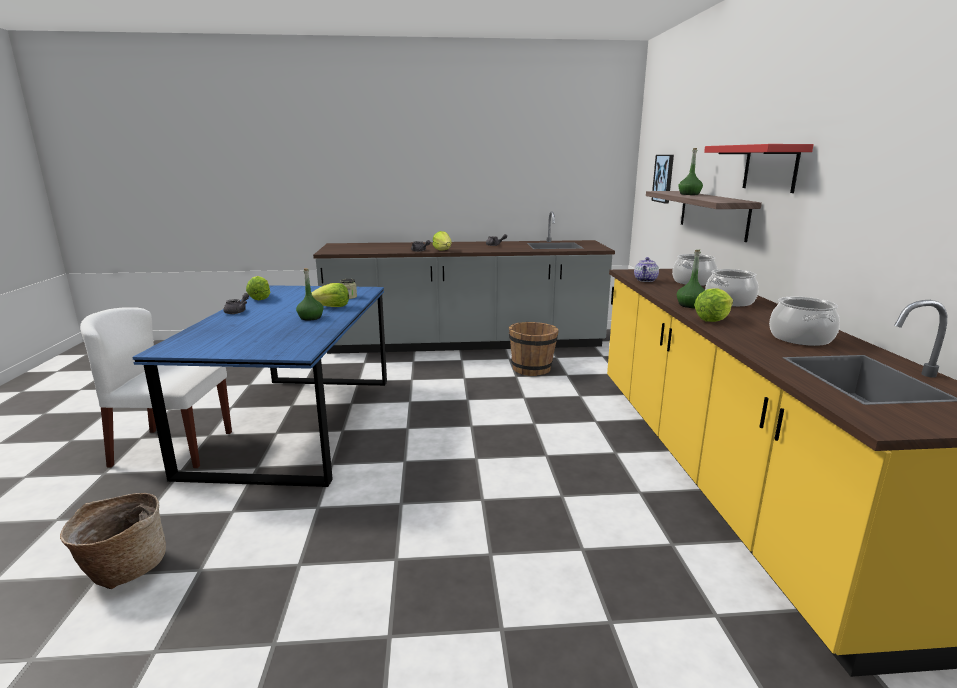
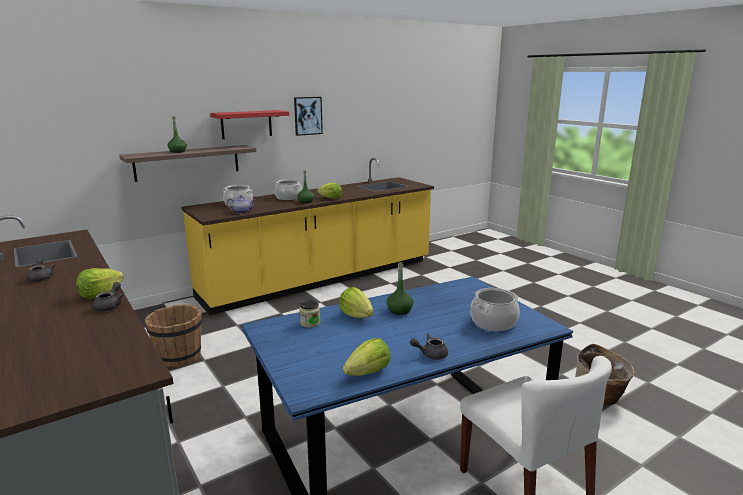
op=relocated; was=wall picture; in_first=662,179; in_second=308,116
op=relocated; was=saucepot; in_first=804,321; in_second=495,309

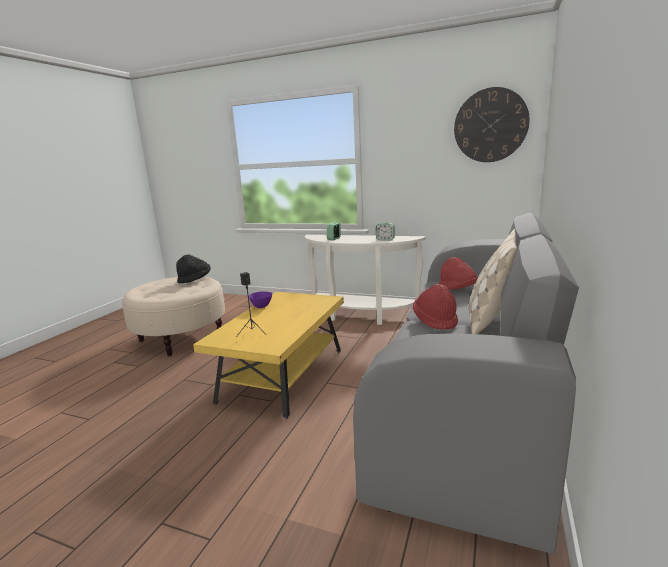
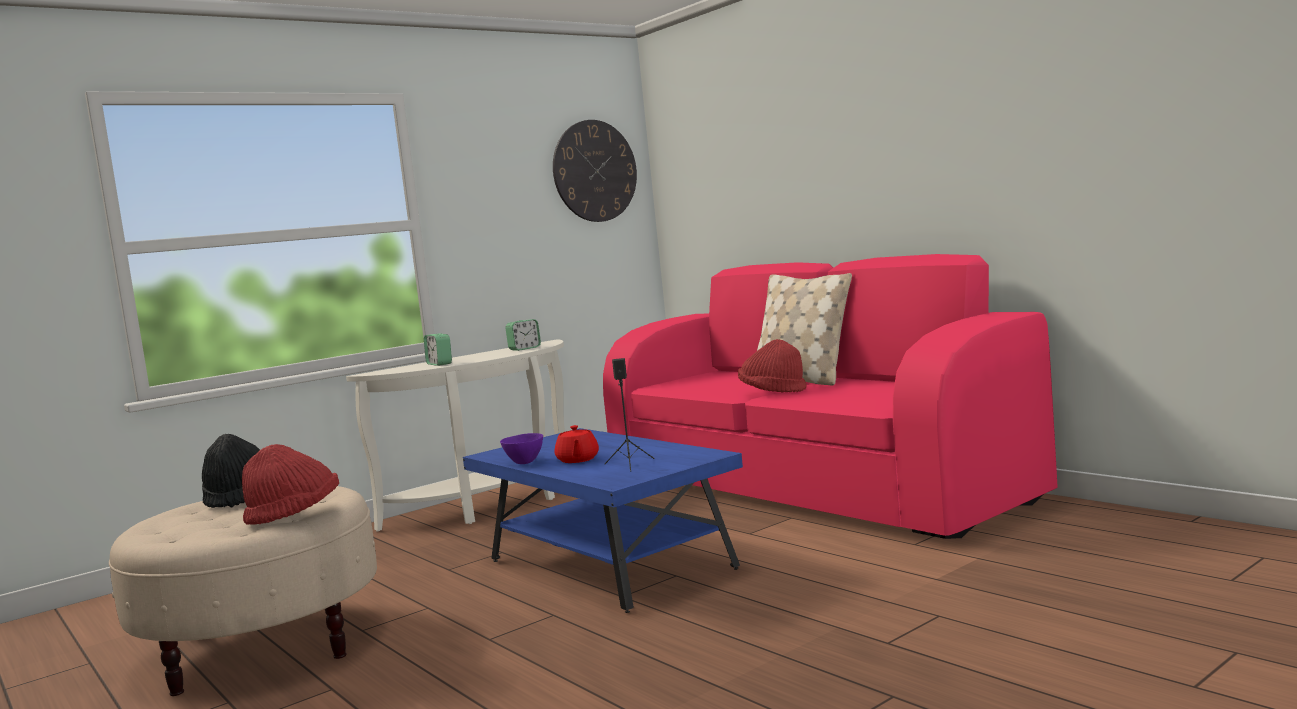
op=appeared; now=red tea pot; in_second=576,444
op=relocated; was=red wearable hat; in_first=458,273; in_second=290,484
op=colour; was=yellow low table; now=blue low table; in_first=268,355; in_second=603,520
op=colour; was=grey settee; now=pink settee; in_first=466,383; in_second=830,396

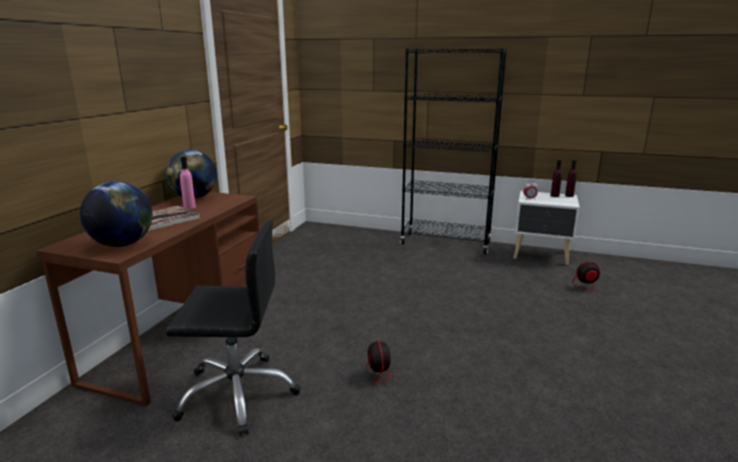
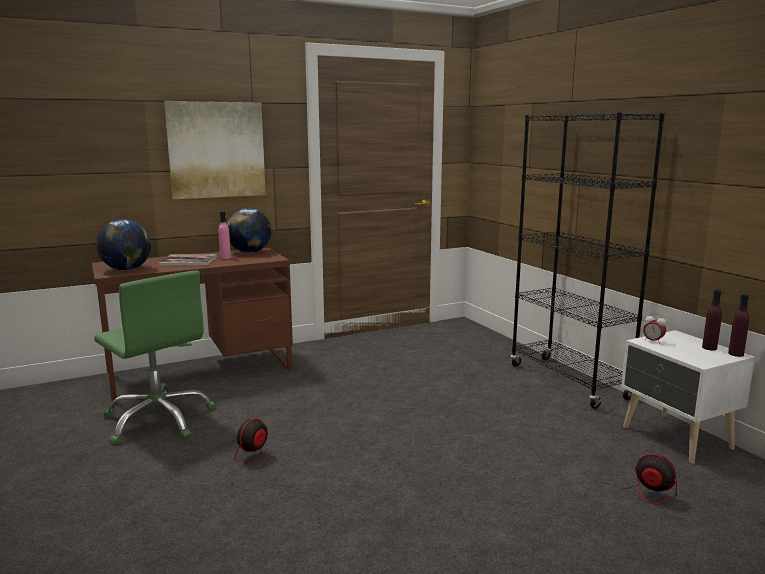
op=appeared; now=wall picture; in_second=215,150
op=colour; was=black computer chair; now=greenish computer chair; in_first=233,328; in_second=155,358

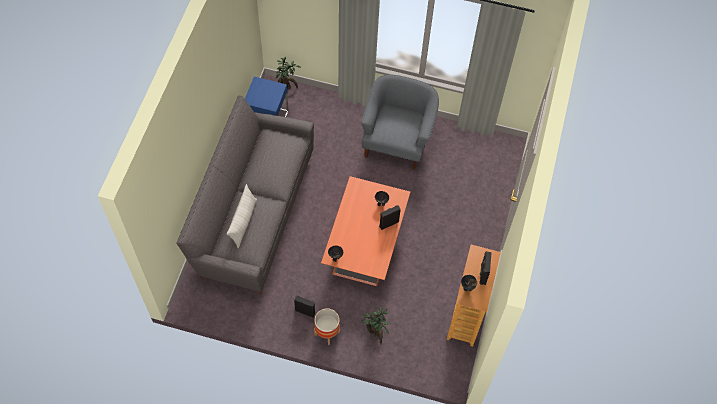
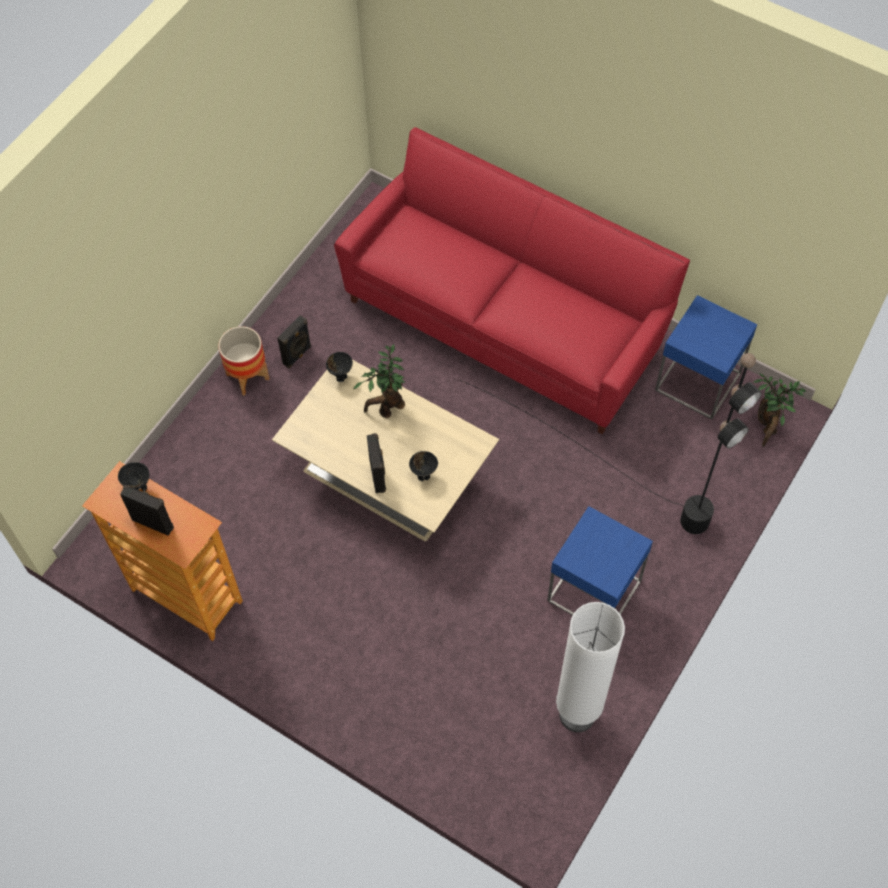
op=missing; was=beige cushion; in_first=242,216
op=appeared; now=black floor lamp; in_second=611,443
op=appeared; now=white-coloured floor lamp; in_second=590,667
op=relocated; was=houseplant; in_first=375,325; in_second=379,381
op=exchanged; was=grey armchair; now=blue accent table; in_first=400,122; in_second=600,560
op=colour; was=grey settee; now=red settee; in_first=245,194; in_second=512,280
op=colour; was=orange low table; now=beige low table; in_first=365,231; in_second=385,450

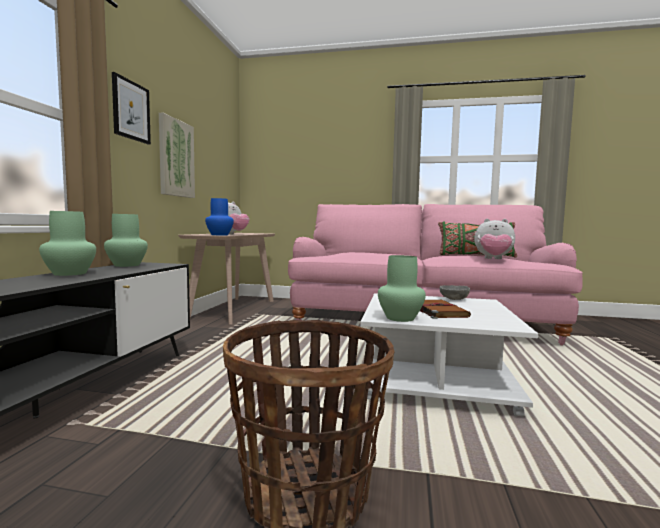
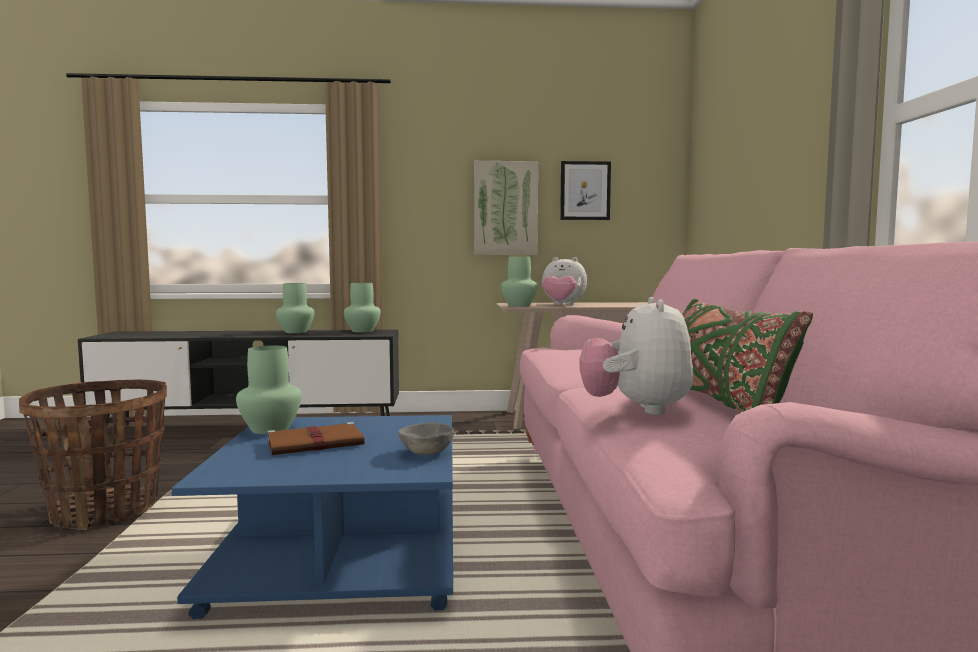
op=relocated; was=wall picture; in_first=131,108; in_second=585,190
op=colour; was=blue decorative vase; now=greenish decorative vase; in_first=219,216; in_second=519,282
op=colour; was=white-coloured low table; now=blue low table; in_first=449,355; in_second=312,517

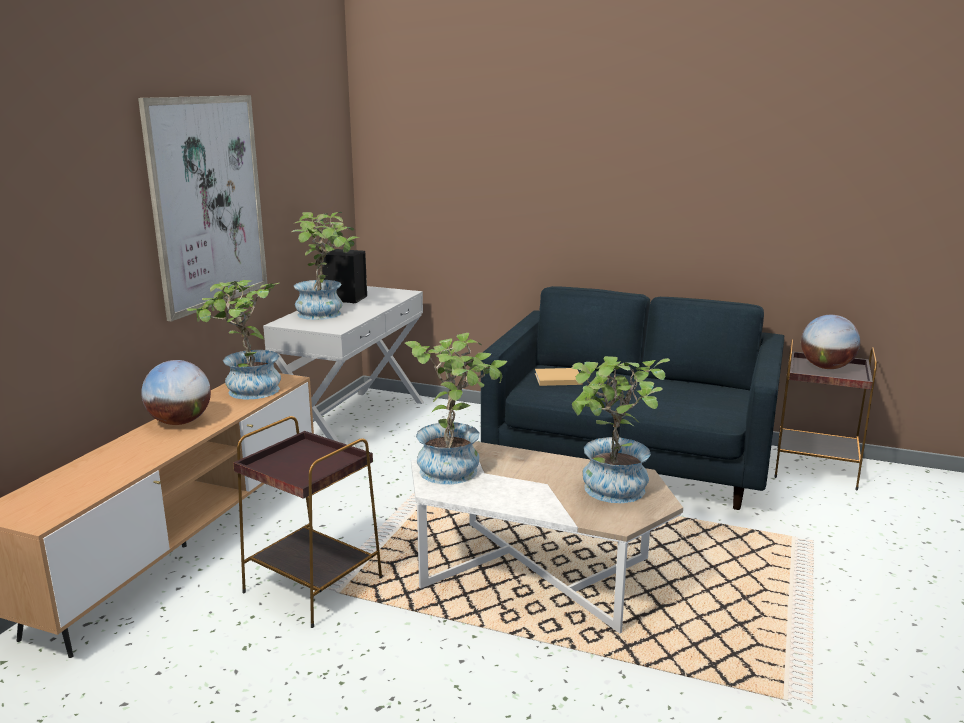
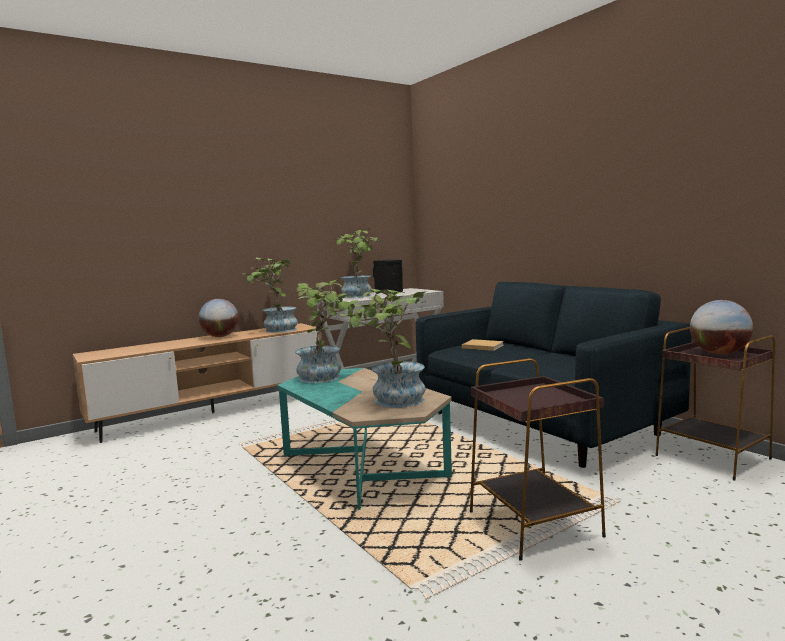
op=missing; was=wall picture; in_first=202,208
op=relocated; was=brown accent table; in_first=307,522; in_second=538,459
op=colour; was=white-coloured low table; now=turquoise low table; in_first=547,537; in_second=364,439

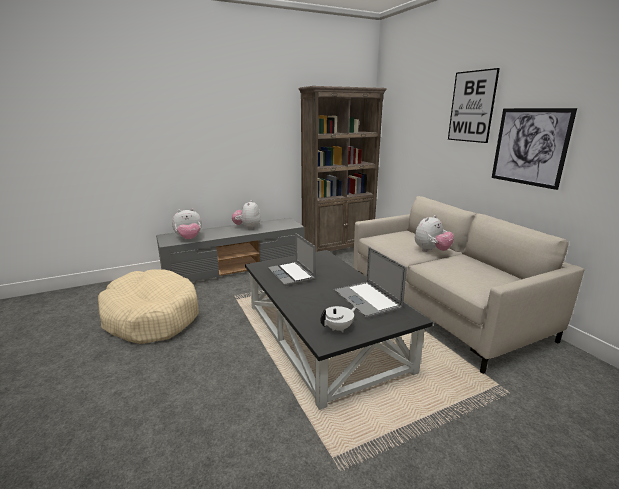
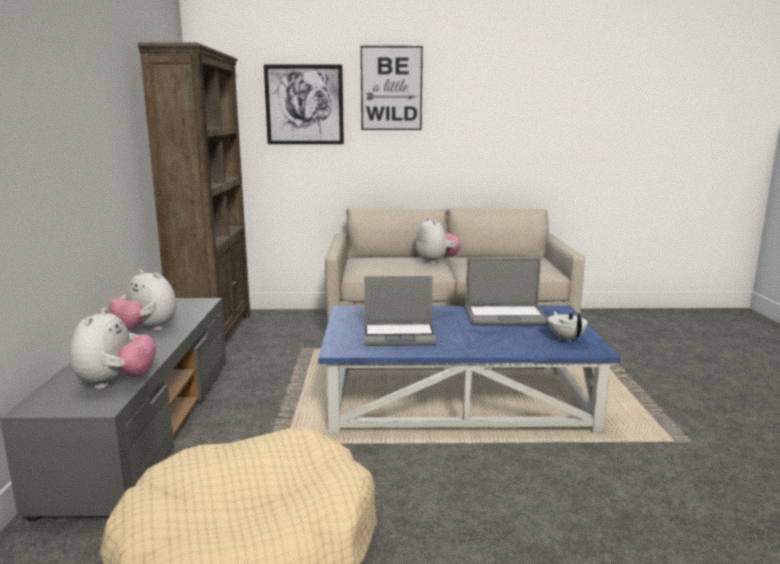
op=relocated; was=wall picture; in_first=534,149; in_second=304,104
op=colour; was=black low table; now=blue low table; in_first=339,330; in_second=469,369

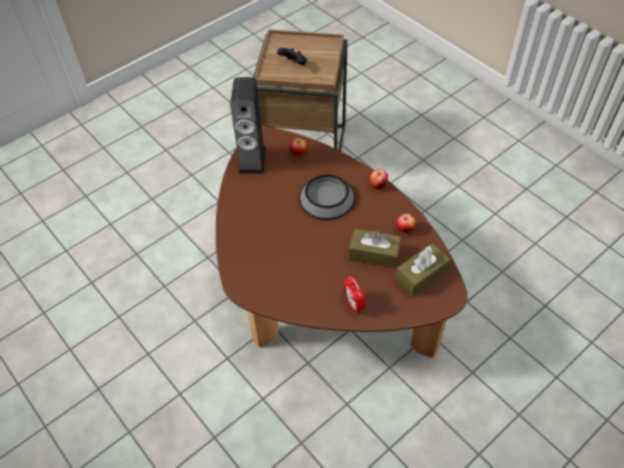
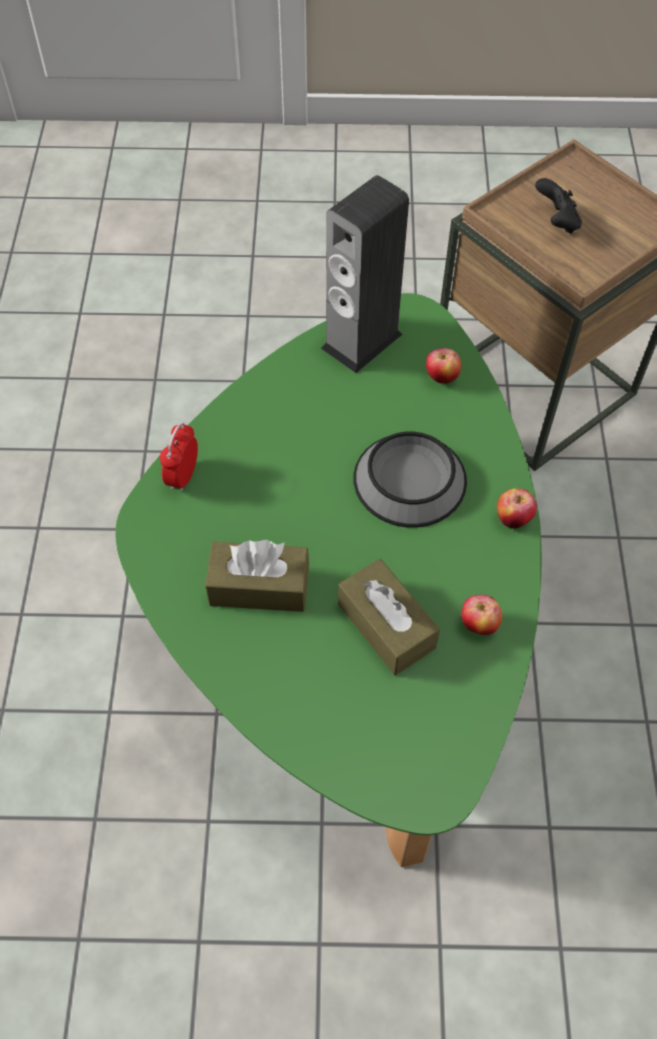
op=relocated; was=bedside clock; in_first=354,294; in_second=179,457
op=relocated; was=brown box of tissues; in_first=423,270; in_second=257,576
op=colour; was=brown low table; now=greenish low table; in_first=342,242; in_second=328,580

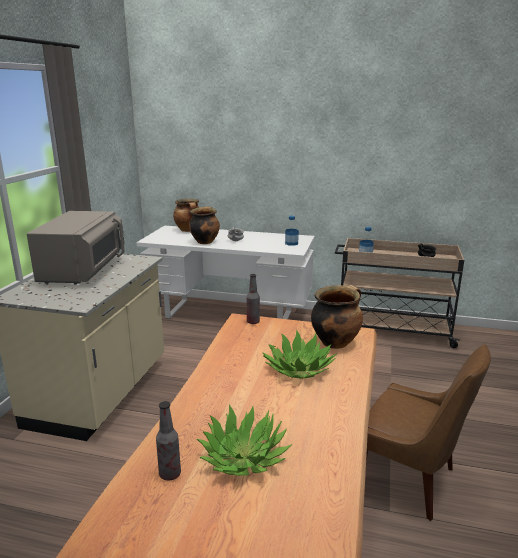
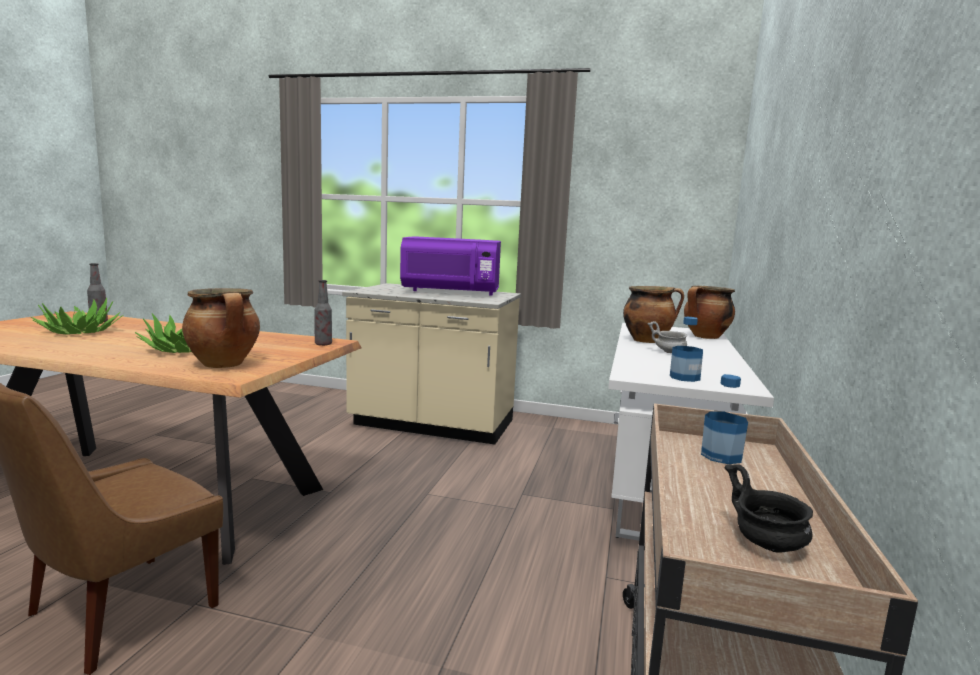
op=colour; was=grey microwave; now=purple microwave; in_first=76,248; in_second=450,266

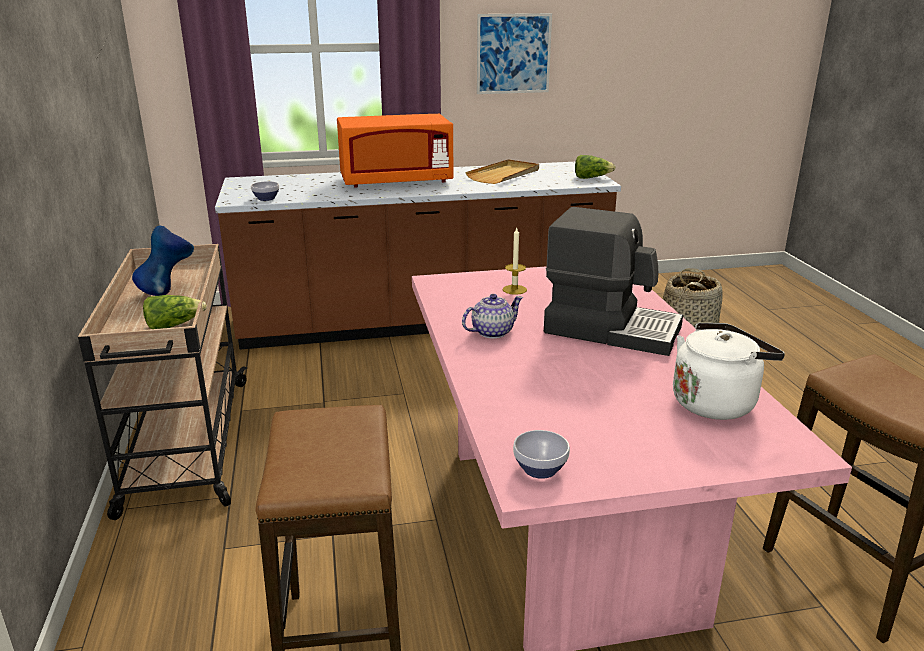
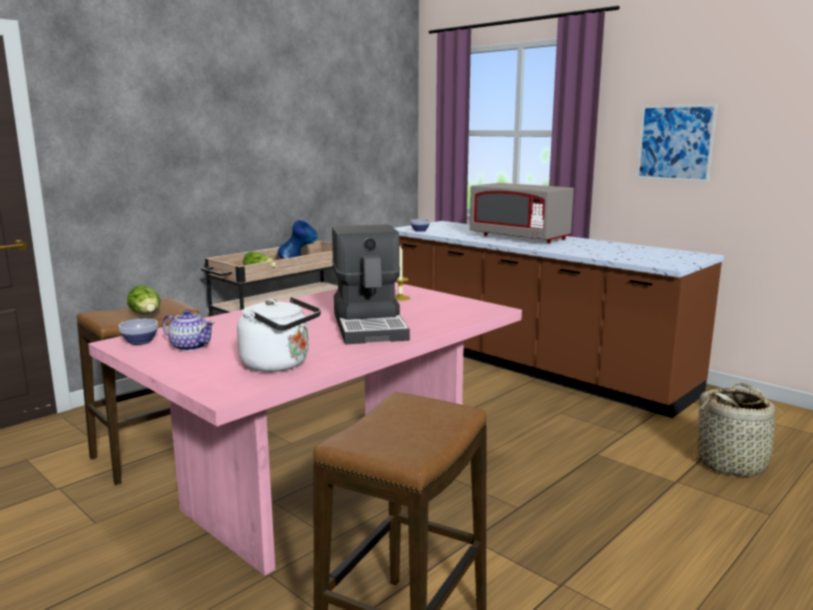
op=missing; was=beige serving tray; in_first=502,171
op=relocated; was=tea pot; in_first=492,316; in_second=188,330
op=relocated; was=lettuce head; in_first=595,167; in_second=144,299
op=colour; was=orange microwave; now=grey microwave; in_first=395,151; in_second=522,213

